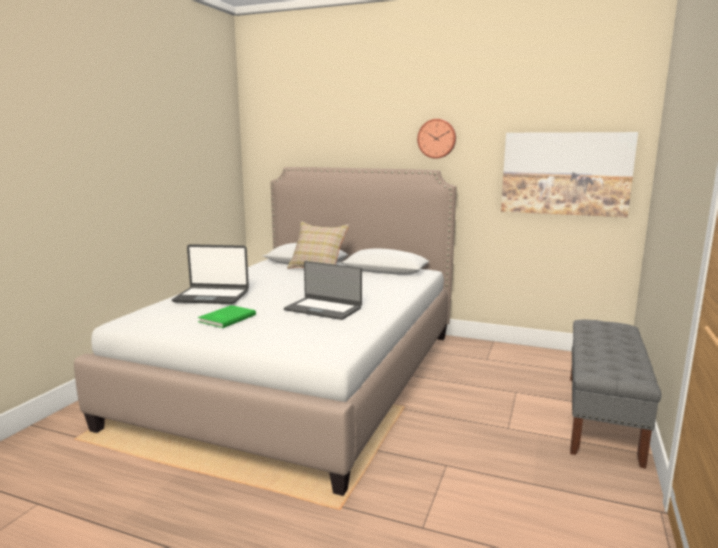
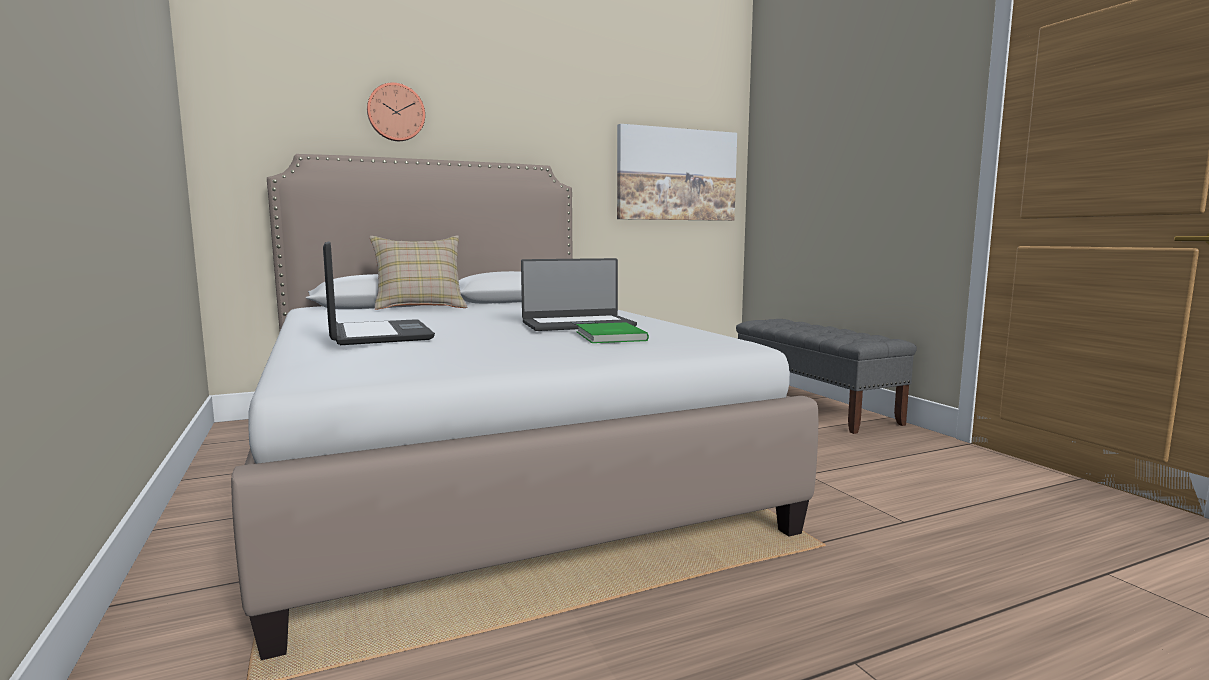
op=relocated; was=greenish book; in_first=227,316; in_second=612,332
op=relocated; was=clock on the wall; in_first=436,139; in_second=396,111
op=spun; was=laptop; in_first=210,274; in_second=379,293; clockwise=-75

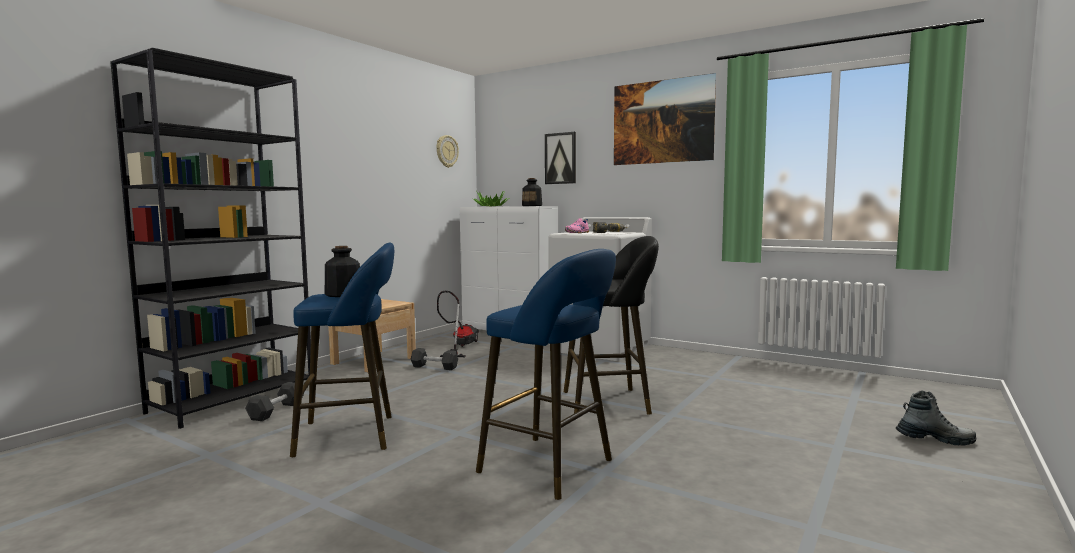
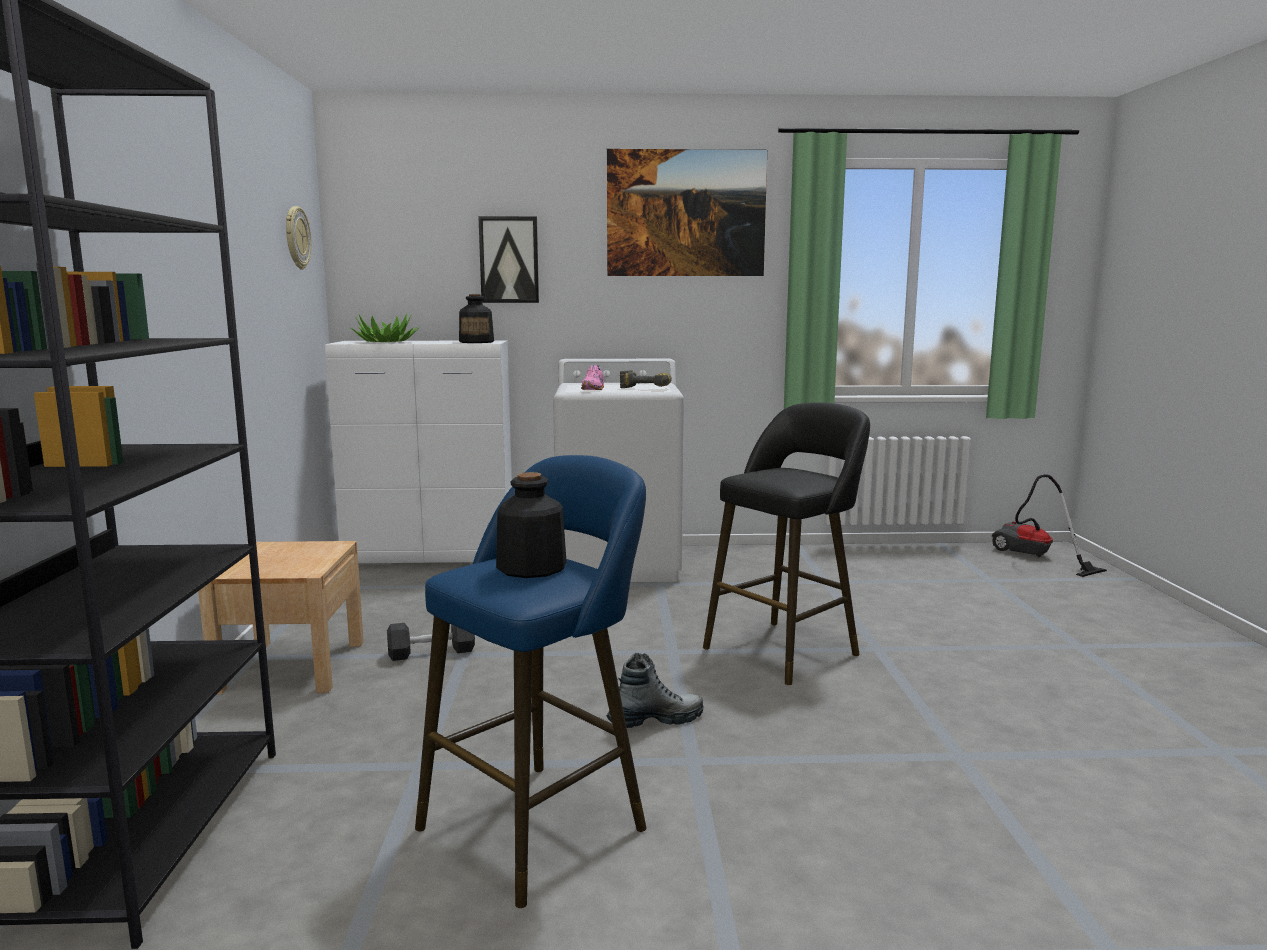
op=missing; was=black hand weight; in_first=274,401
op=missing; was=blue sitting stool; in_first=546,374
op=relocated; was=hoover; in_first=458,324; in_second=1049,525
op=relocated; was=high-top boot; in_first=935,418; in_second=655,690

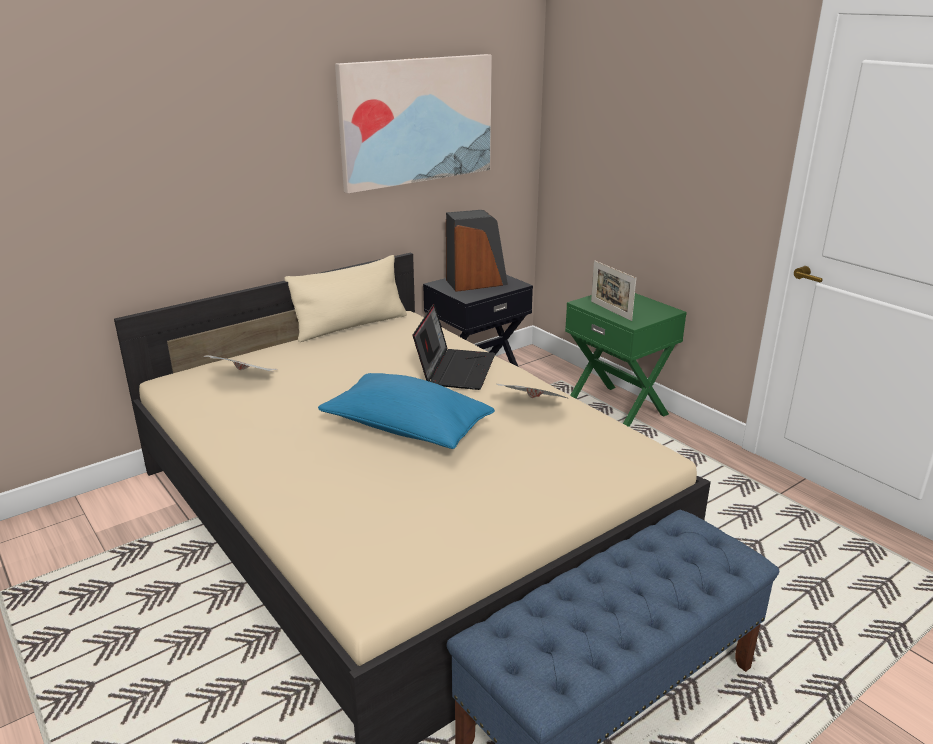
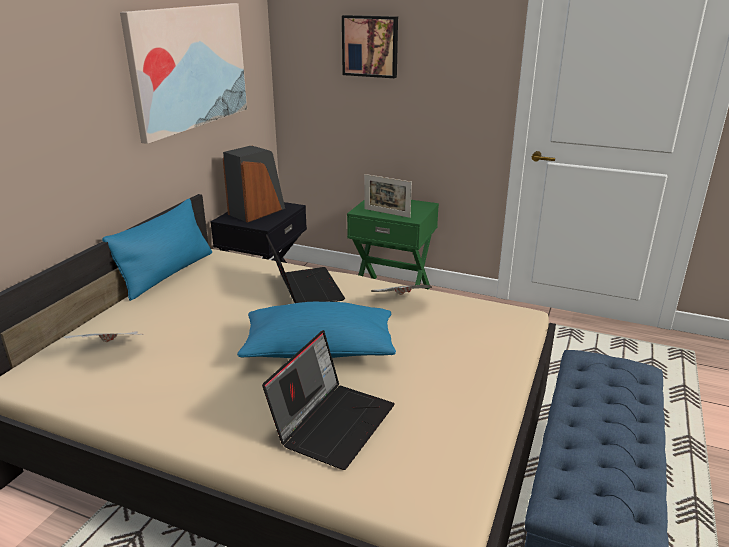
op=appeared; now=laptop; in_second=328,400
op=appeared; now=wall picture; in_second=370,46
op=colour; was=beige cushion; now=blue cushion; in_first=345,298; in_second=157,249

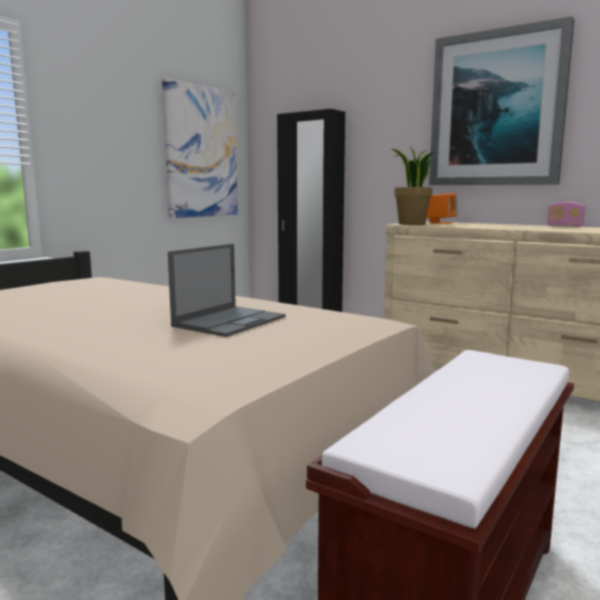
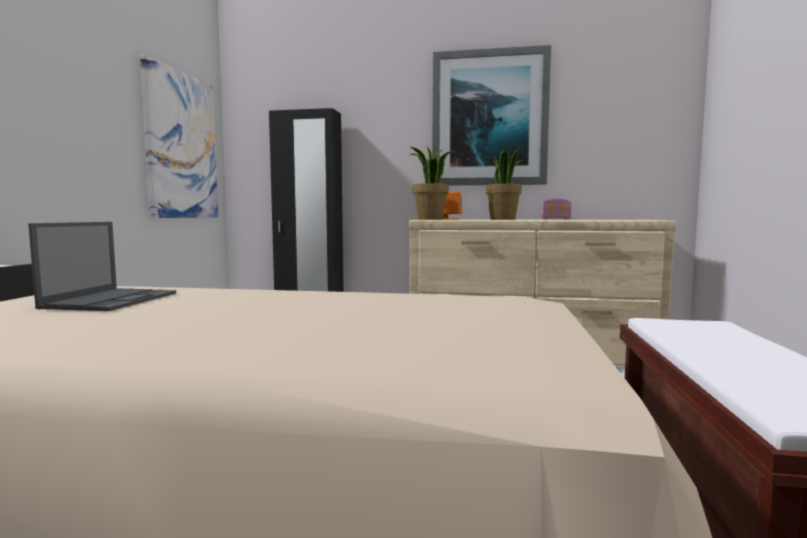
op=appeared; now=houseplant; in_second=505,183
op=relocated; was=laptop; in_first=227,290; in_second=102,266

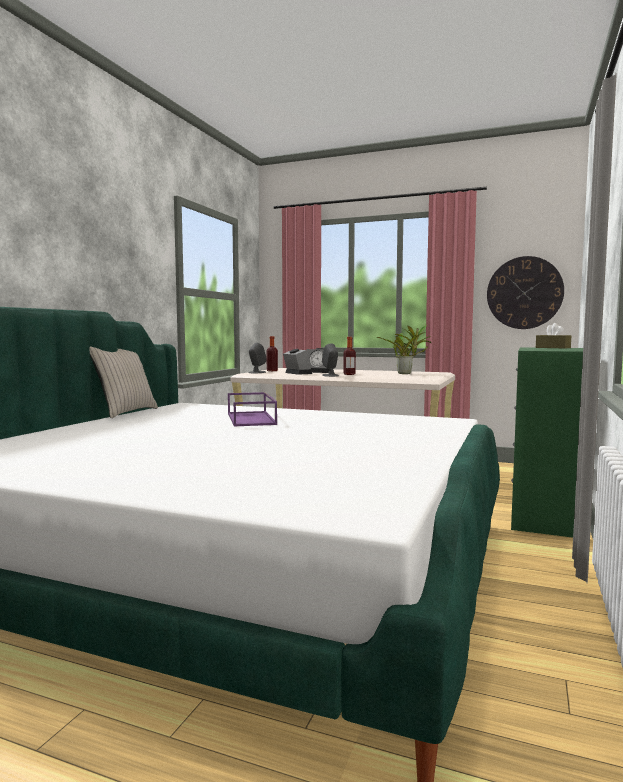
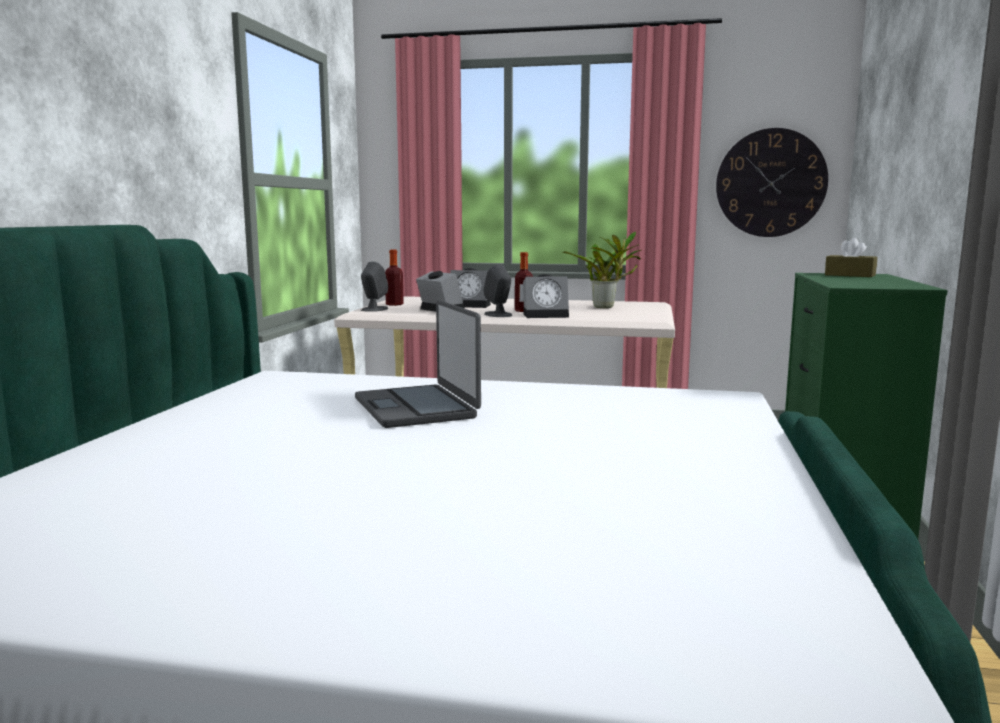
op=missing; was=beige cushion; in_first=124,382
op=appeared; now=bedside clock; in_second=546,296
op=exchanged; was=purple serving tray; now=laptop; in_first=252,409; in_second=418,364

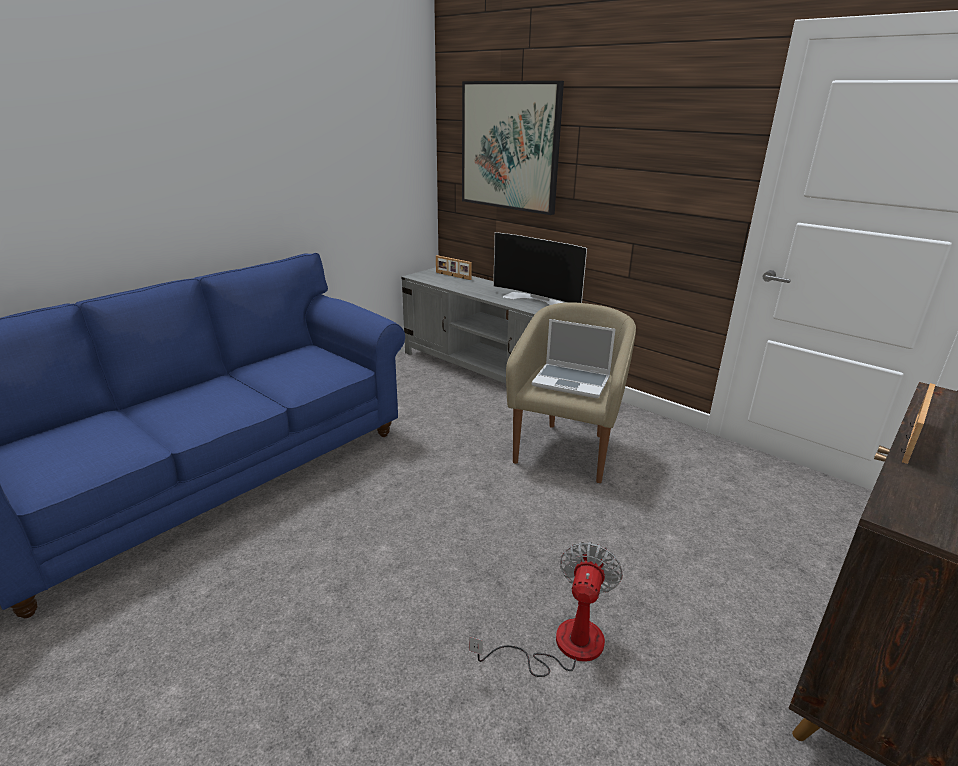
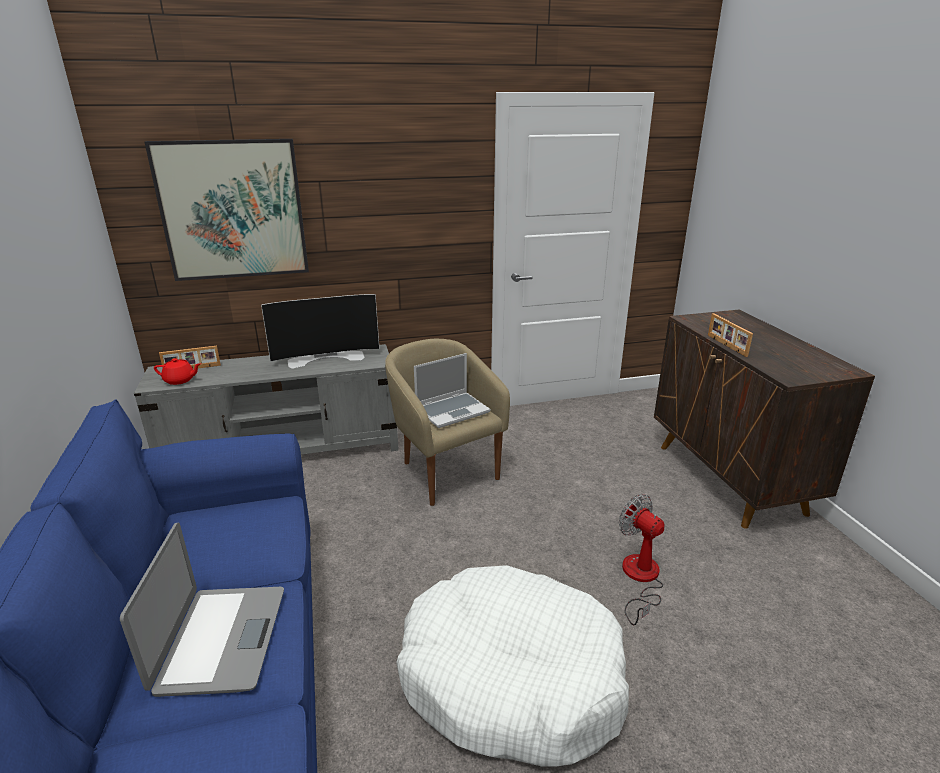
op=appeared; now=laptop; in_second=202,610
op=appeared; now=red tea pot; in_second=177,371
op=appeared; now=white-coloured dog bed; in_second=512,666

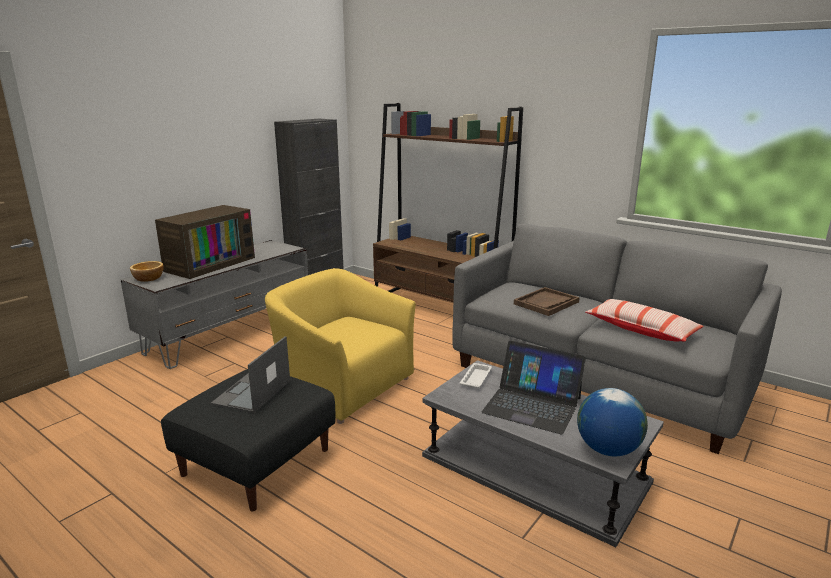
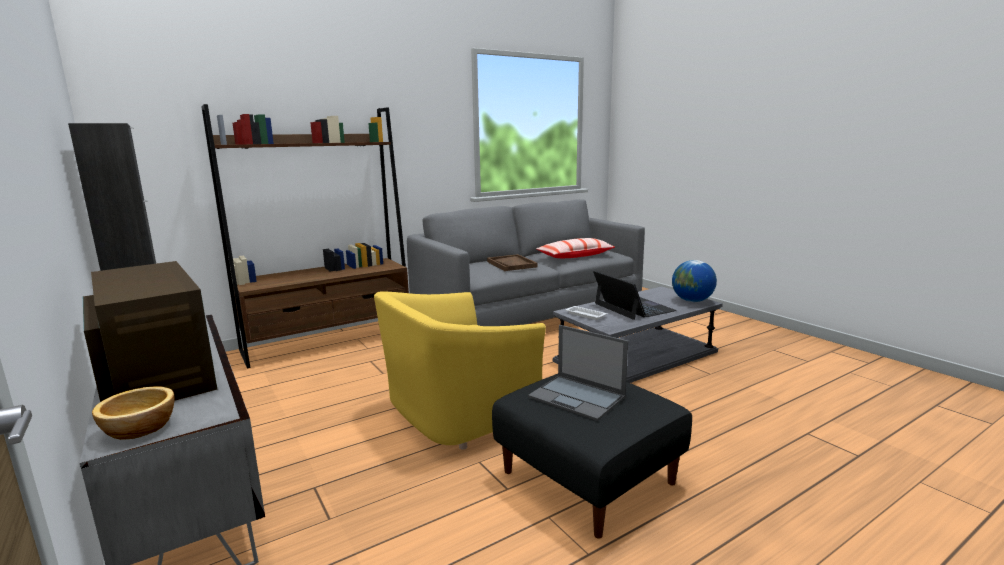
op=spun; was=laptop; in_first=533,388; in_second=634,295; clockwise=-75

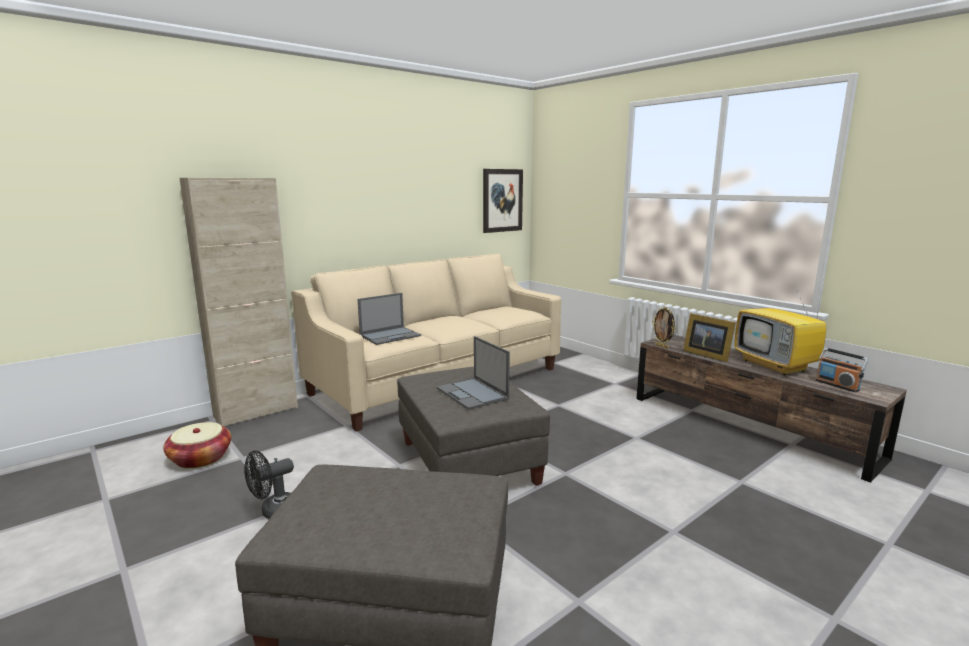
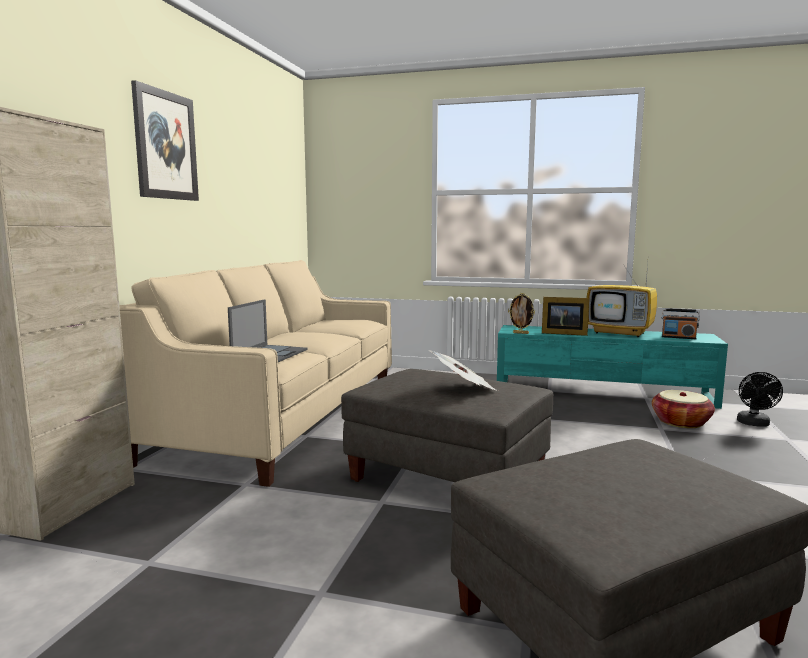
op=relocated; was=basket; in_first=197,445; in_second=683,409
op=relocated; was=black fan; in_first=269,484; in_second=760,399
op=relocated; was=wall picture; in_first=503,201; in_second=165,140
op=exchanged; was=laptop; now=daily paper; in_first=473,373; in_second=463,370
op=colour; was=brown tv unit; now=turquoise tv unit; in_first=771,409; in_second=612,367

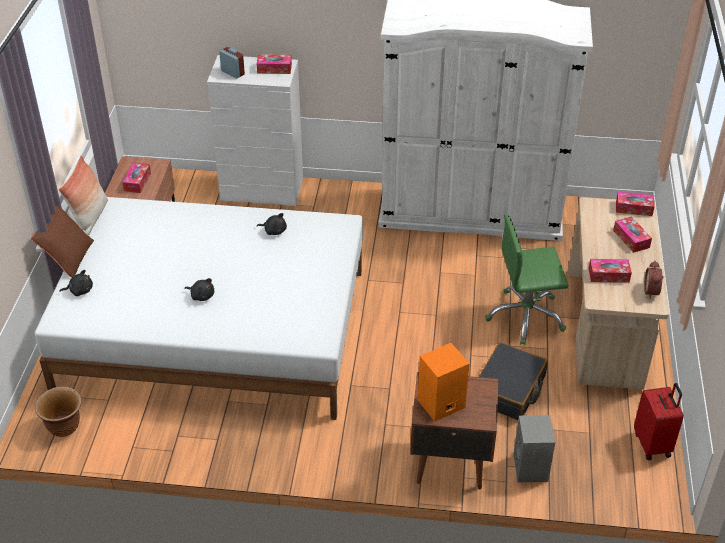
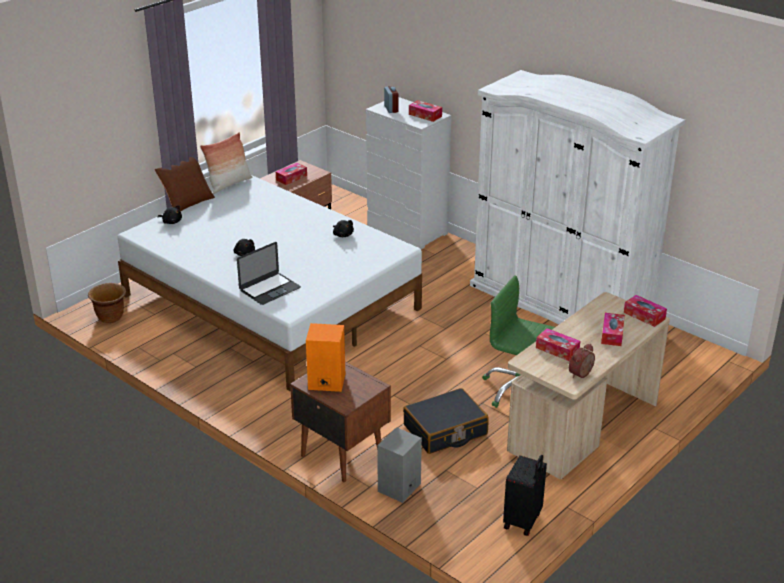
op=appeared; now=laptop; in_second=269,273
op=colour; was=red piece of luggage; now=black piece of luggage; in_first=659,421; in_second=525,495

